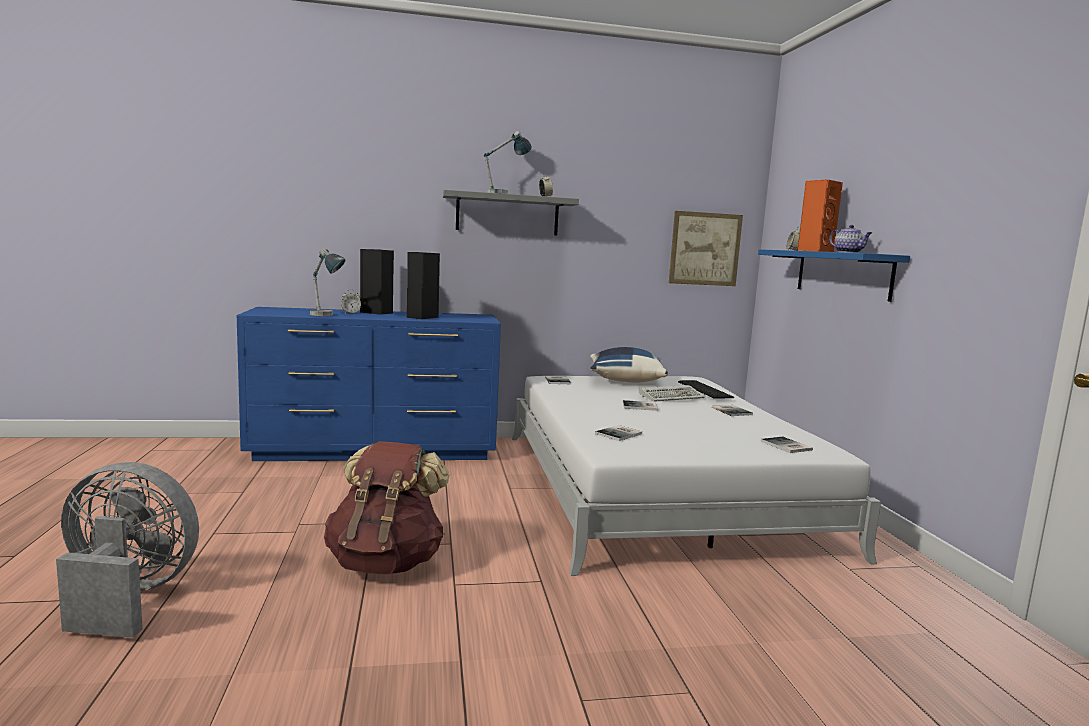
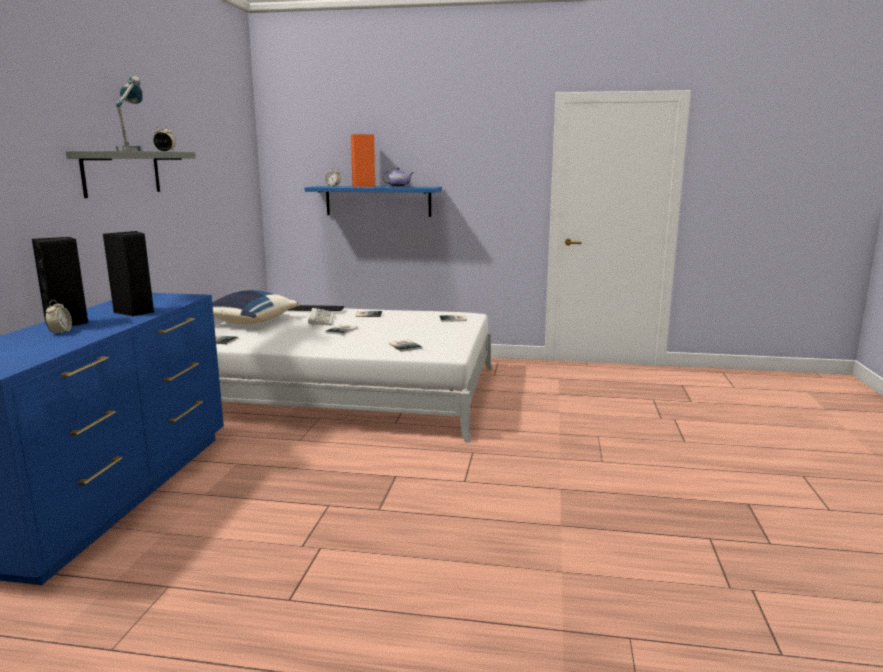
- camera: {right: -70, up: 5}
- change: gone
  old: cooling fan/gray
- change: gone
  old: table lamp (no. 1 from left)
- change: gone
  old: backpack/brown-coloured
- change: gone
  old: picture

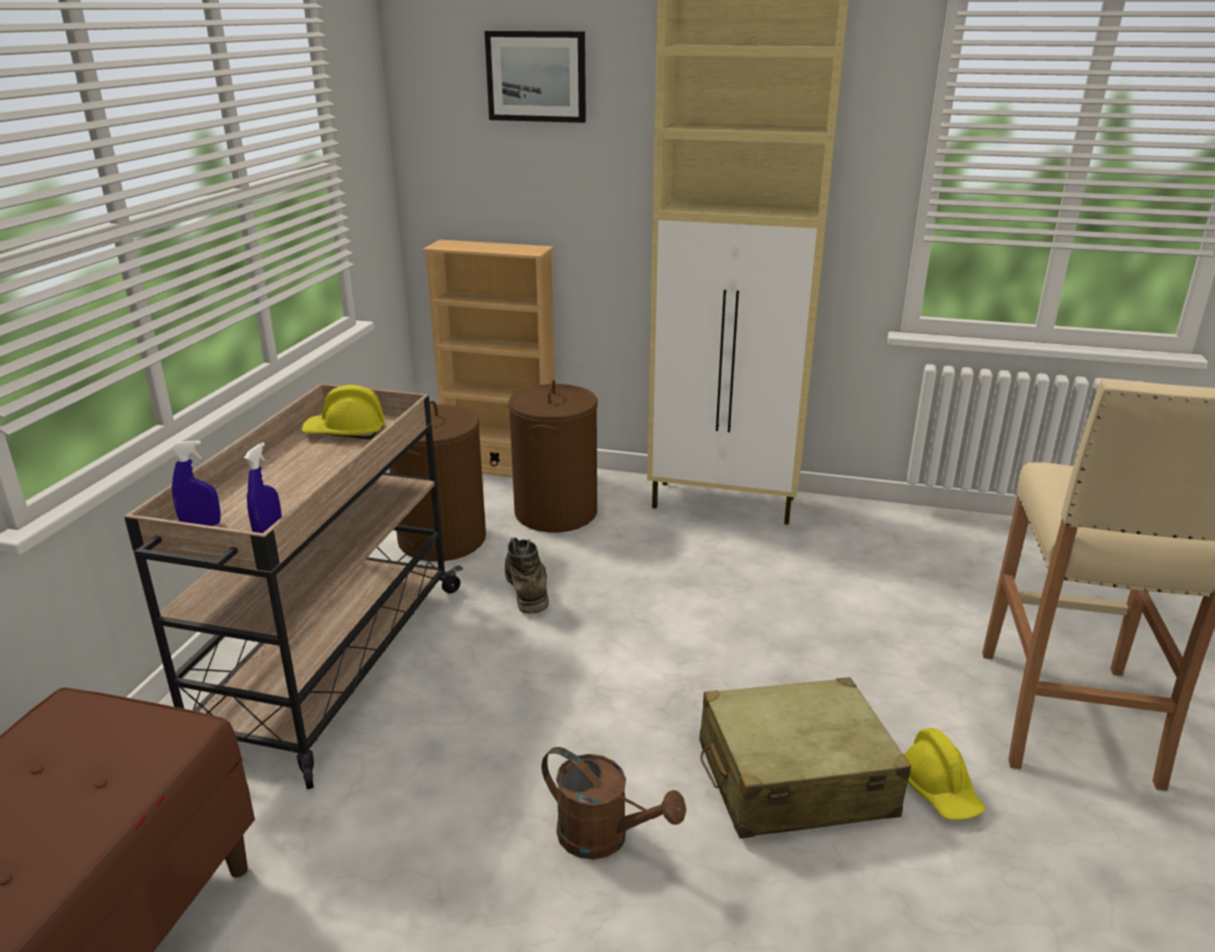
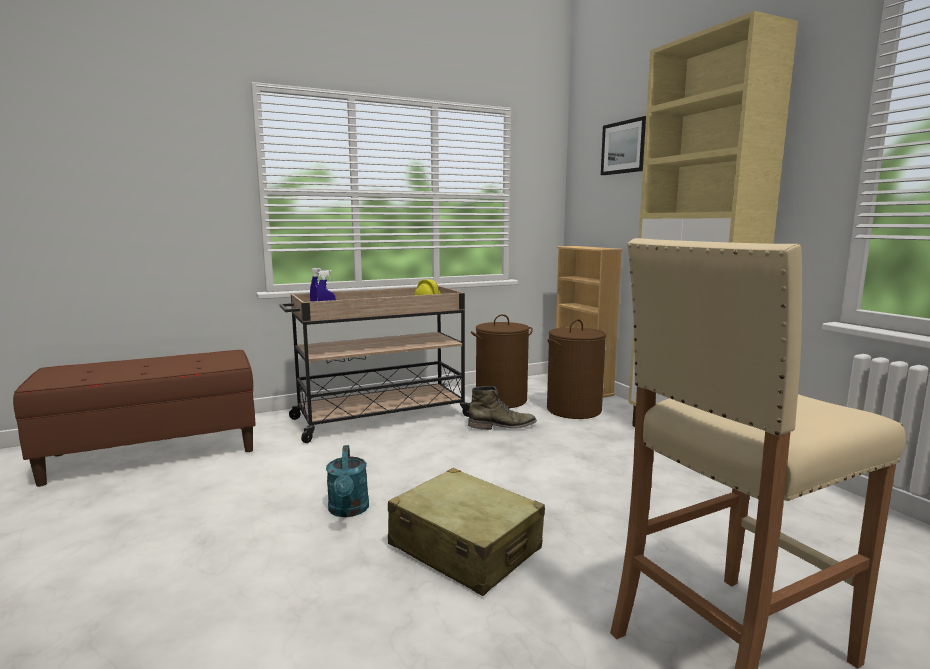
- camera: {right: 50, up: -15}
- change: rotated
  old: boot/green-coloured
  degrees: 45
- change: repainted
  old: watering can/brown-coloured
  new: watering can/turquoise-coloured
- change: gone
  old: safety helmet/yellow-coloured (no. 2 from left)

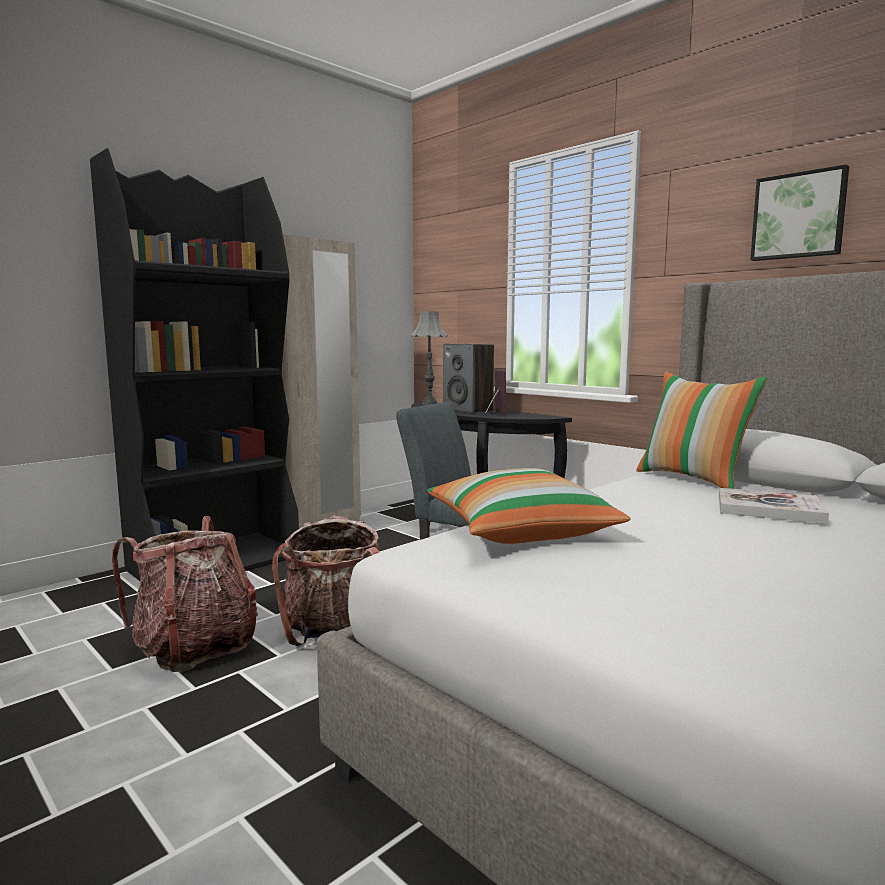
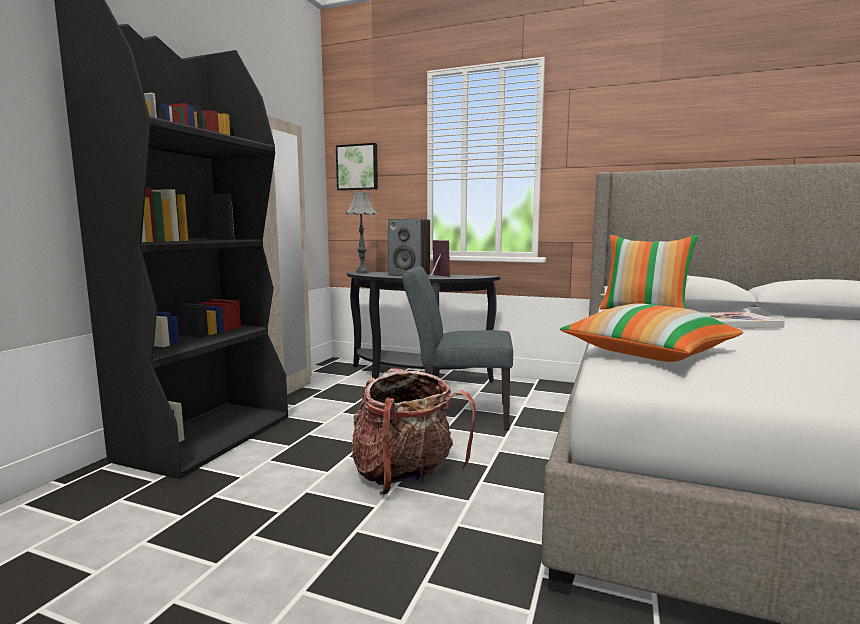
- camera: {right: -25, up: 0}
- change: gone
  old: backpack (no. 1 from left)
- change: shifted
  old: picture

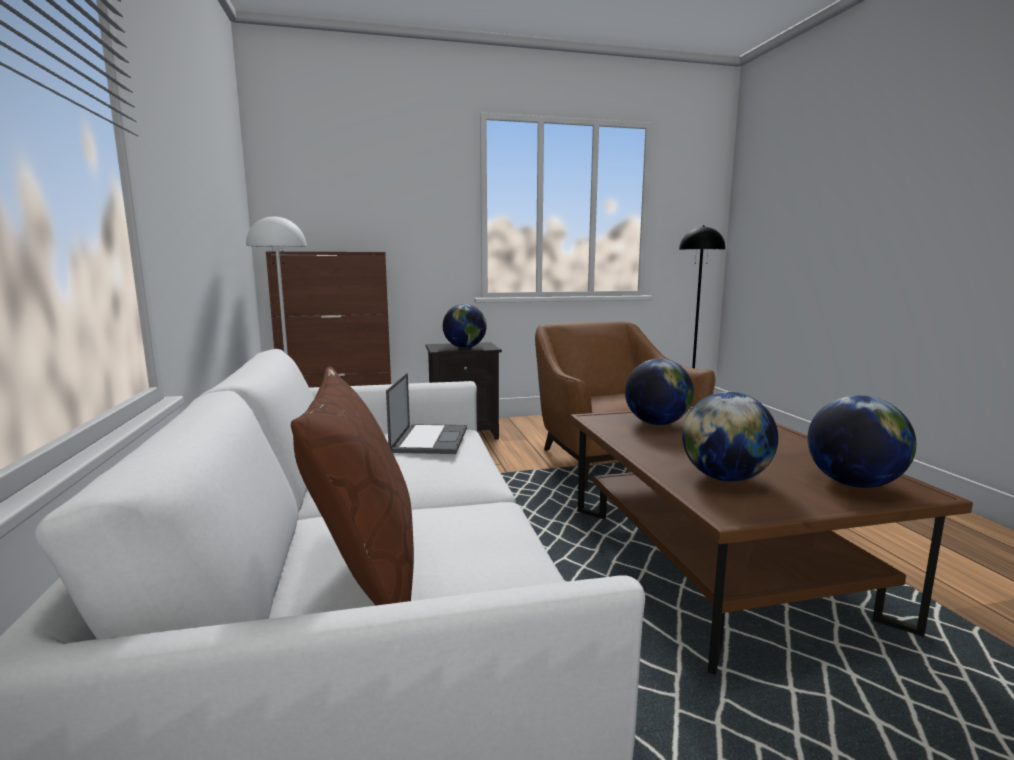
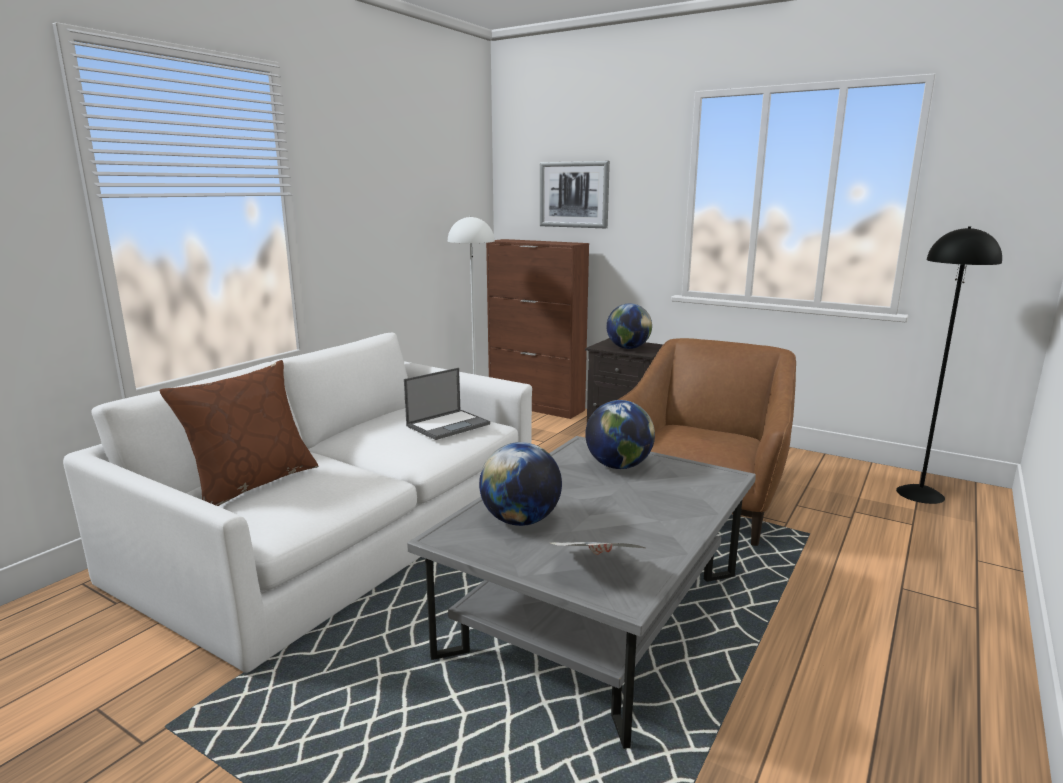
- camera: {right: 45, up: 5}
- change: repainted
  old: low table/brown-coloured
  new: low table/gray
- change: swapped
  old: globe (no. 4 from left)
  new: newspaper
- change: new
  new: picture

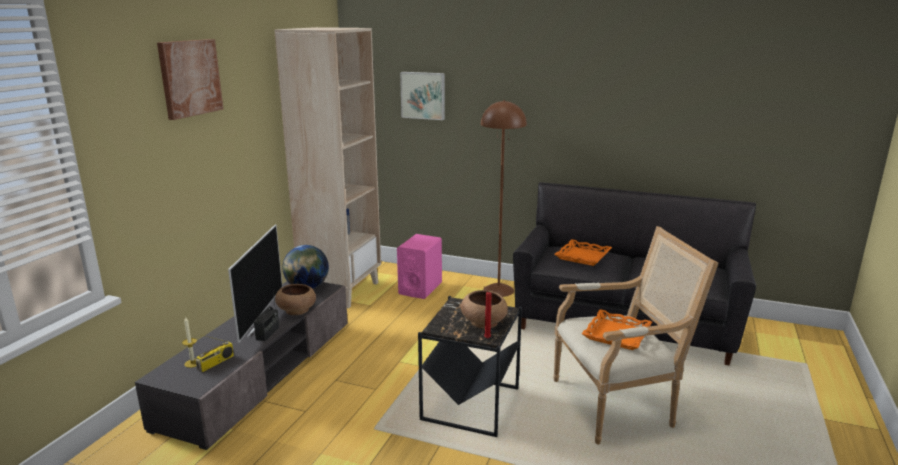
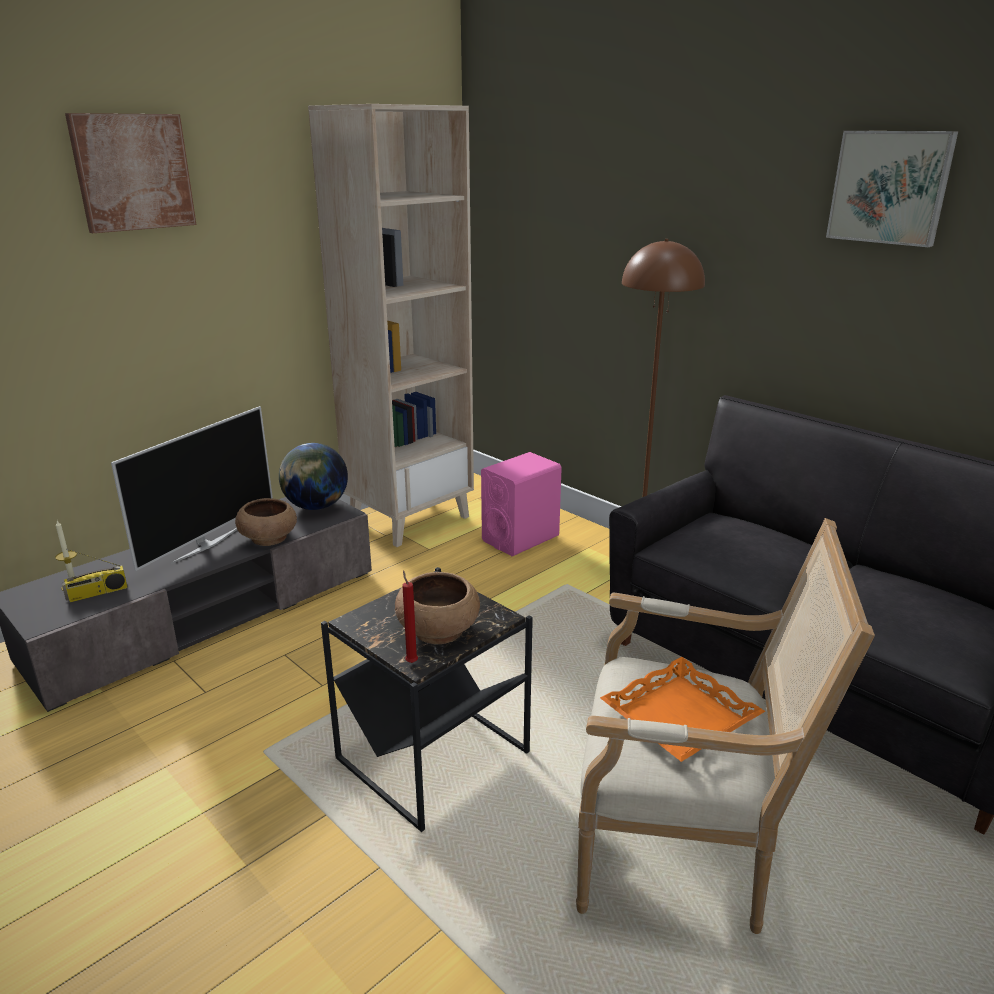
- camera: {right: 25, up: 5}
- change: gone
  old: radio (no. 2 from left)
- change: shifted
  old: picture (no. 2 from left)
- change: gone
  old: carrying tray/orange (no. 1 from left)

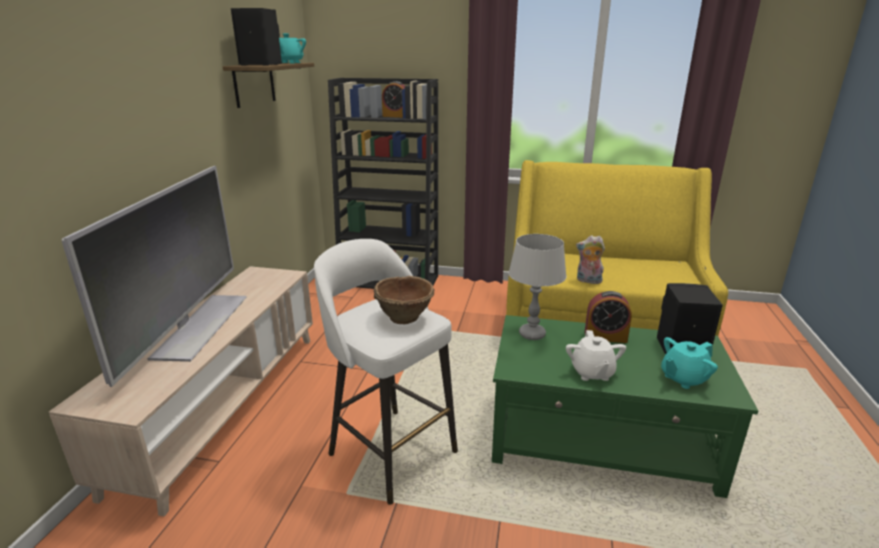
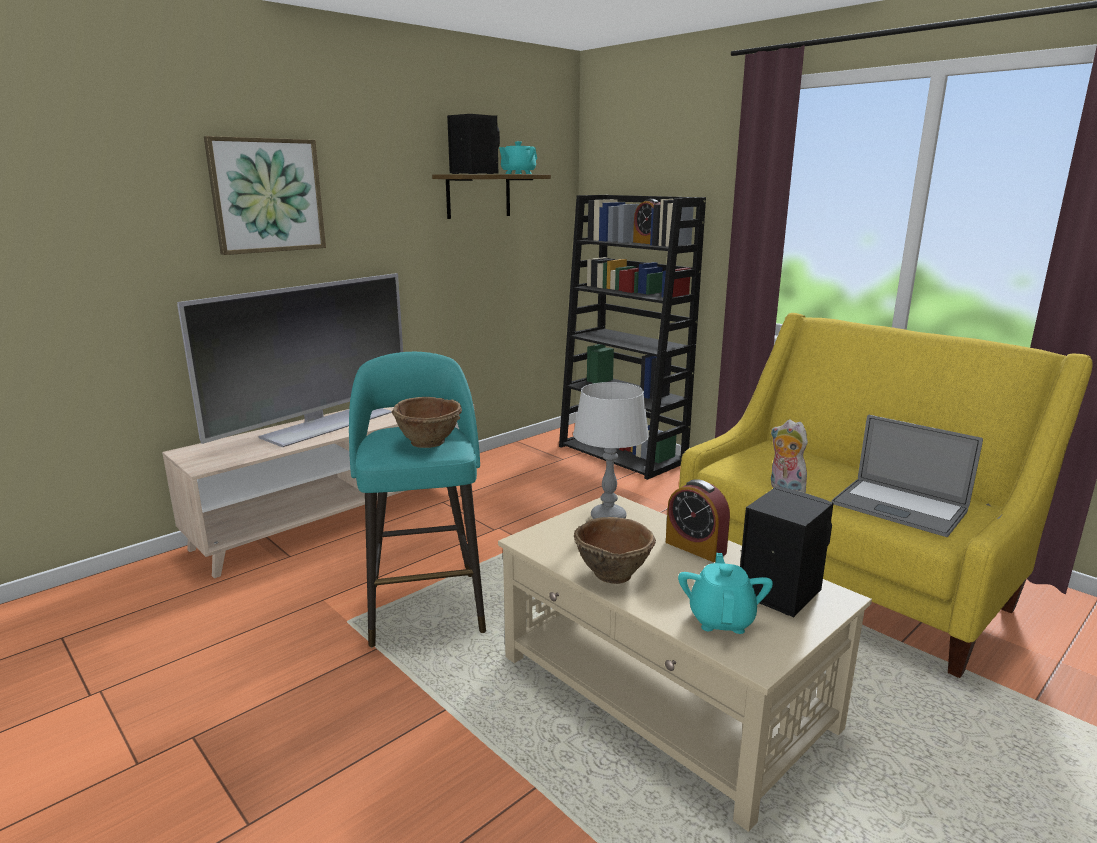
- camera: {right: 35, up: -5}
- change: repainted
  old: stool/white-coloured
  new: stool/turquoise-coloured
- change: repainted
  old: low table/green-coloured
  new: low table/beige-coloured
- change: swapped
  old: tea pot/white-coloured
  new: serving bowl/brown-coloured (no. 2 from left)
- change: rotated
  old: tea pot/turquoise-coloured (no. 2 from left)
  degrees: 90
- change: new
  new: picture
- change: new
  new: notebook computer

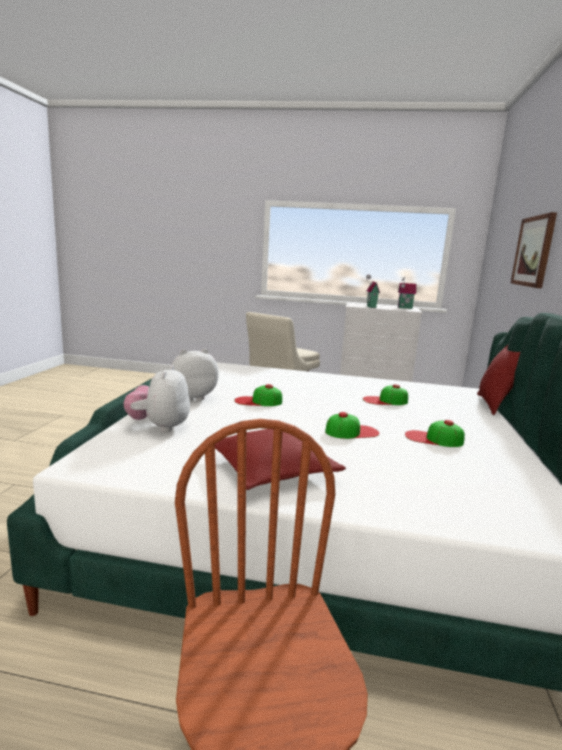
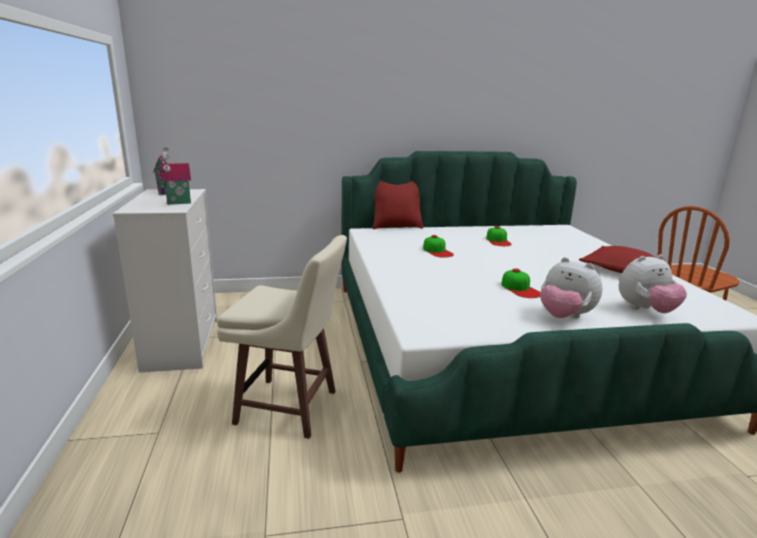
- camera: {right: -110, up: 5}
- change: gone
  old: peaked cap (no. 2 from left)
- change: gone
  old: picture

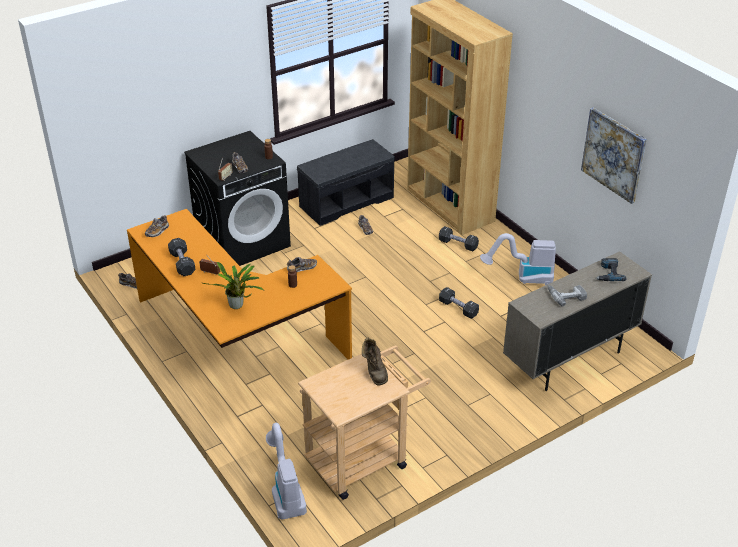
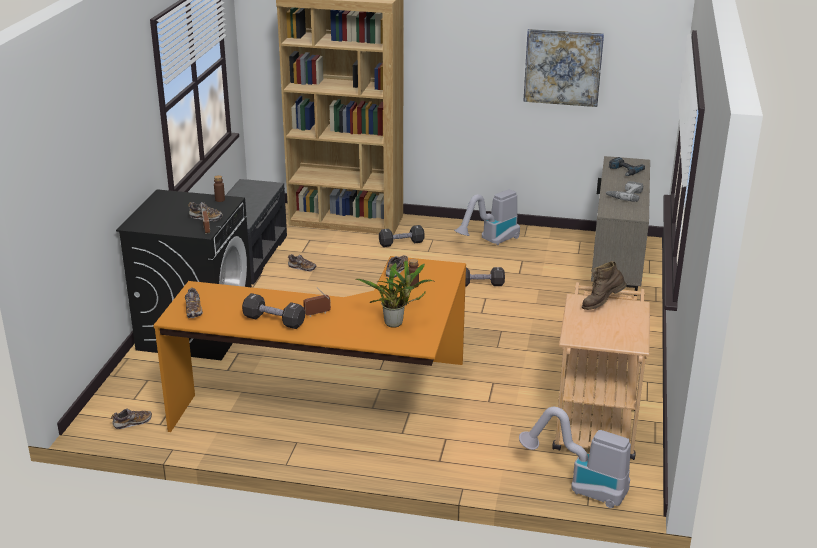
- camera: {right: -45, up: -10}
- change: rotated
  old: boot/brown-coloured
  degrees: 120

